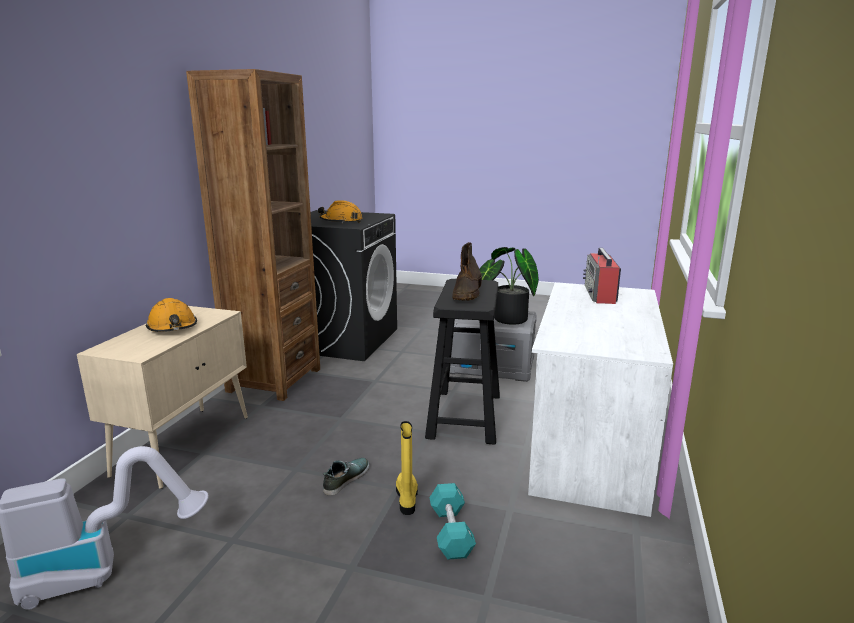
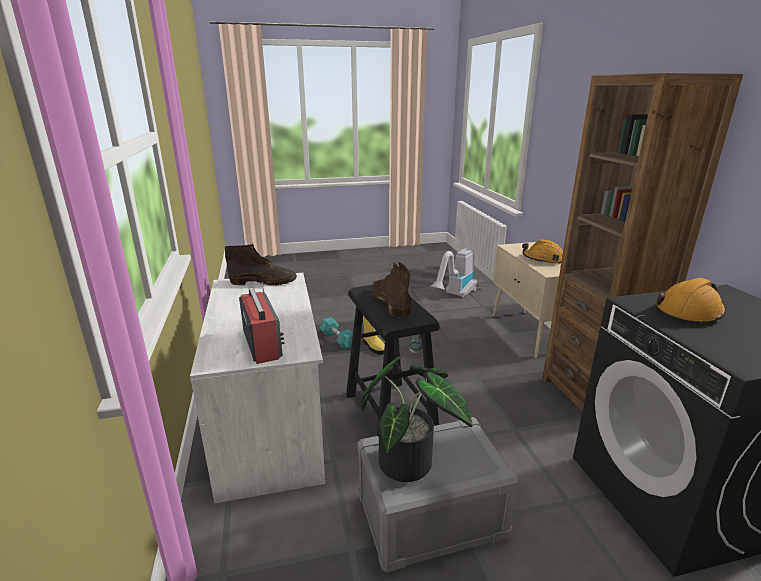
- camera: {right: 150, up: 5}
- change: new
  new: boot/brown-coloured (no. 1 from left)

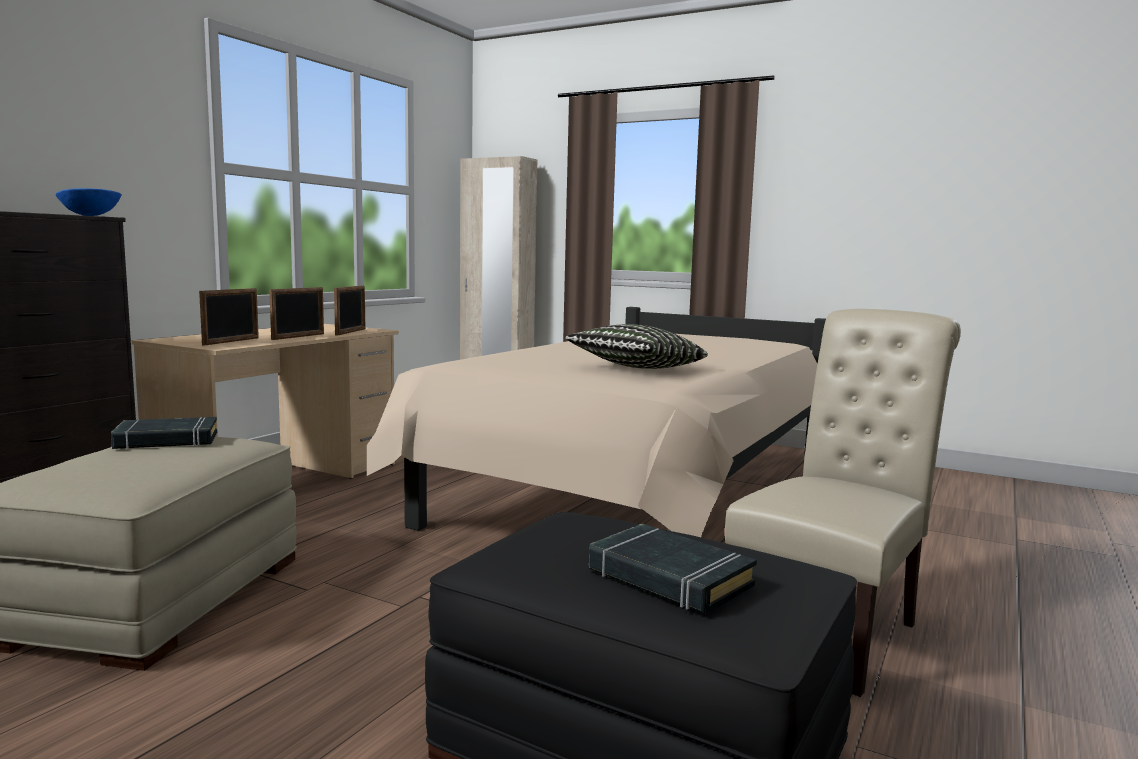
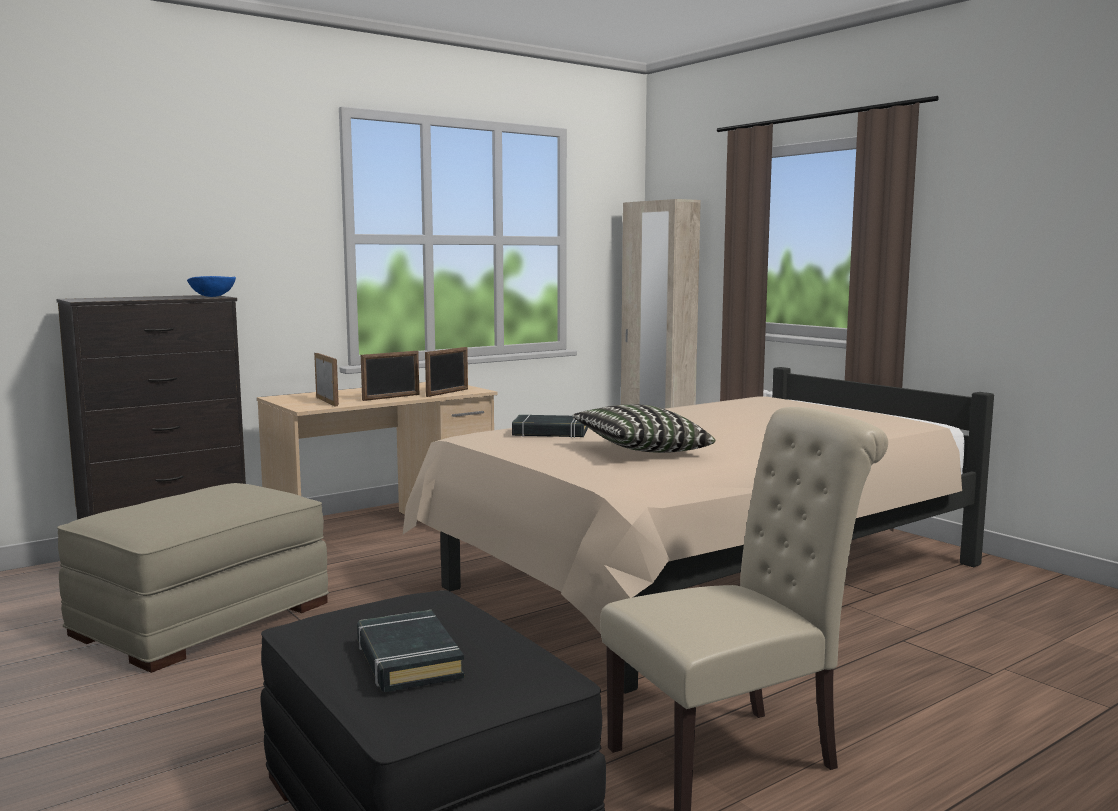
- camera: {right: 25, up: 0}
- change: shifted
  old: bound book/black-coloured (no. 1 from left in the first image)
  new: bound book/black-coloured (no. 2 from left)
- change: rotated
  old: picture frame (no. 1 from left)
  degrees: -75

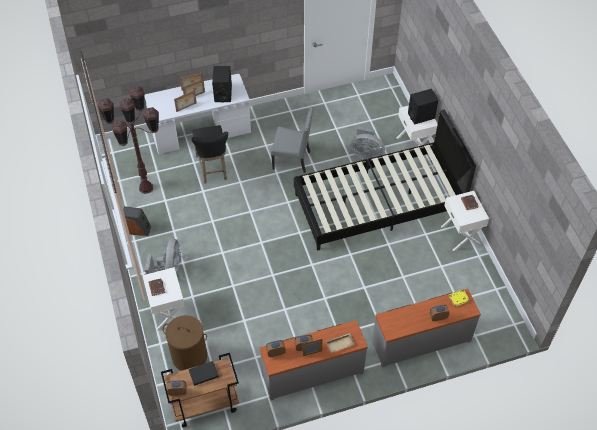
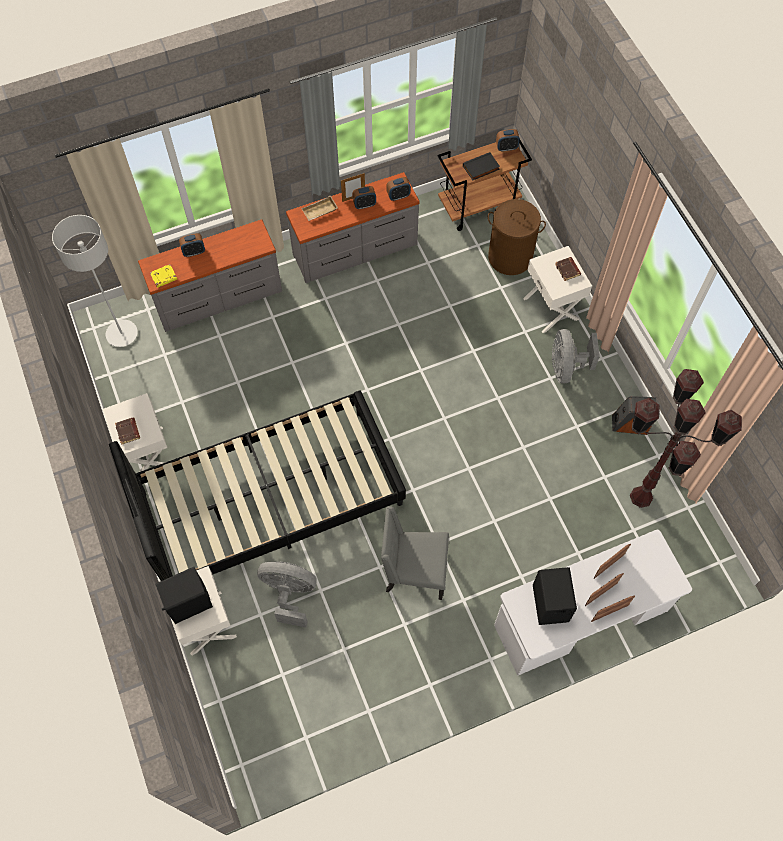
- camera: {right: 175, up: 10}
- change: gone
  old: stool/black-coloured
- change: new
  new: floor lamp/gray

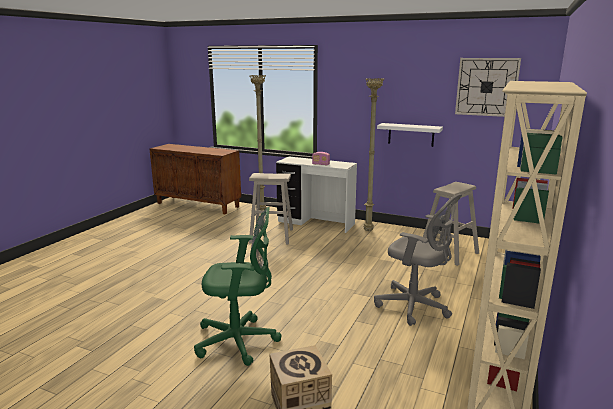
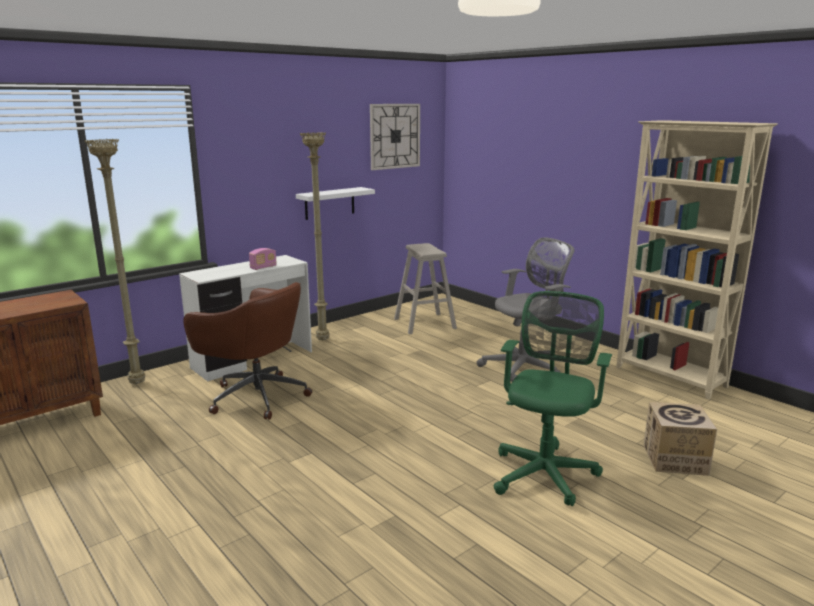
- camera: {right: -65, up: 0}
- change: swapped
  old: stool/beige-coloured (no. 1 from left)
  new: desk chair/brown-coloured

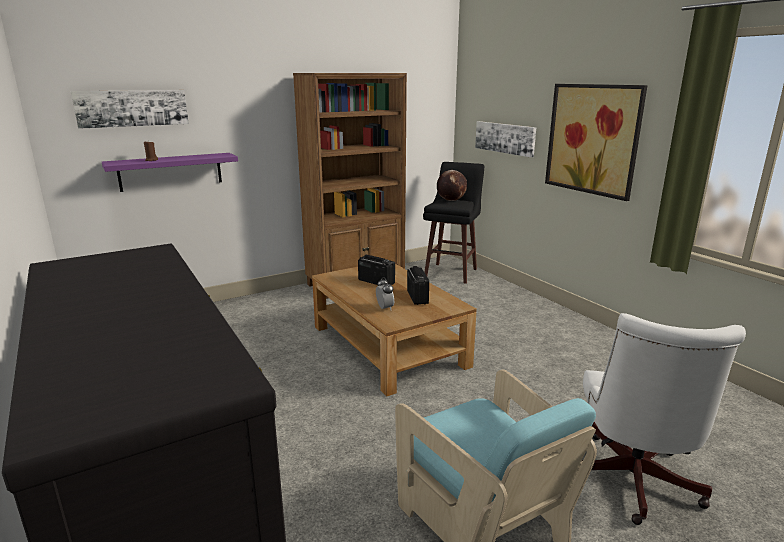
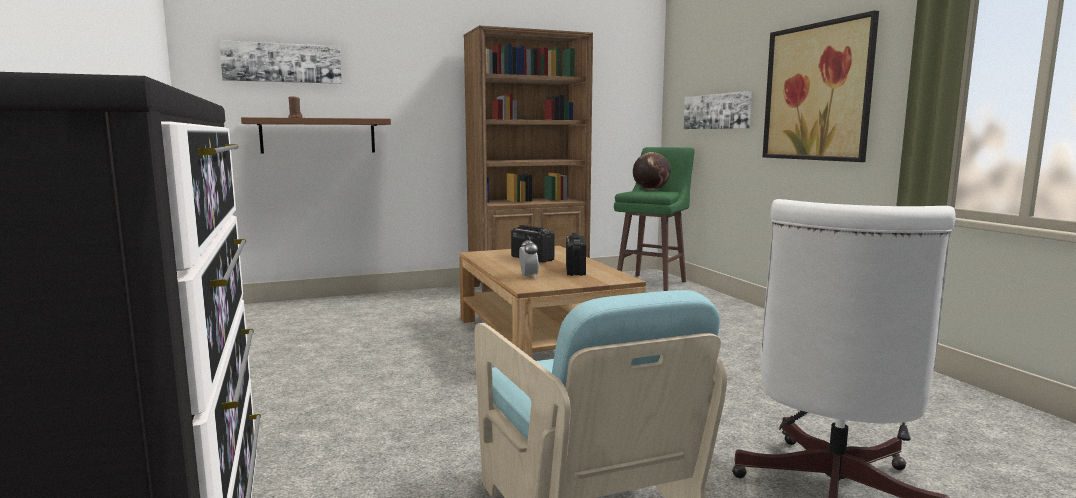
- camera: {right: 10, up: -10}
- change: repainted
  old: bracket shelf/purplish
  new: bracket shelf/brown-coloured
- change: repainted
  old: stool/black-coloured
  new: stool/green-coloured

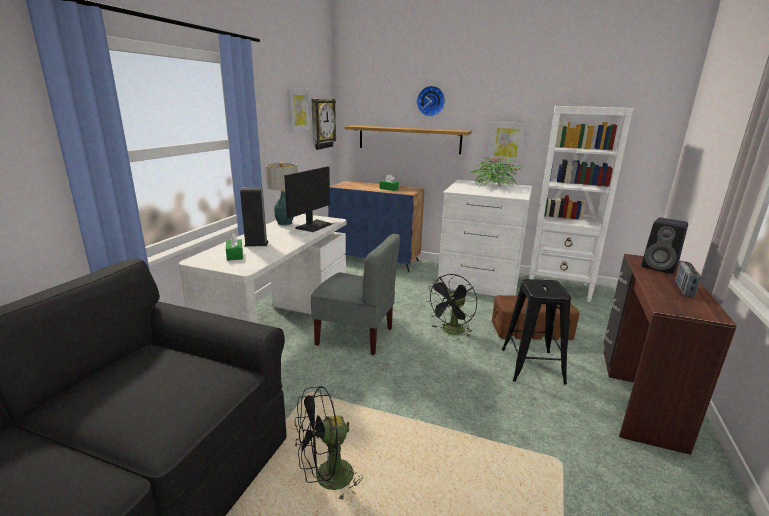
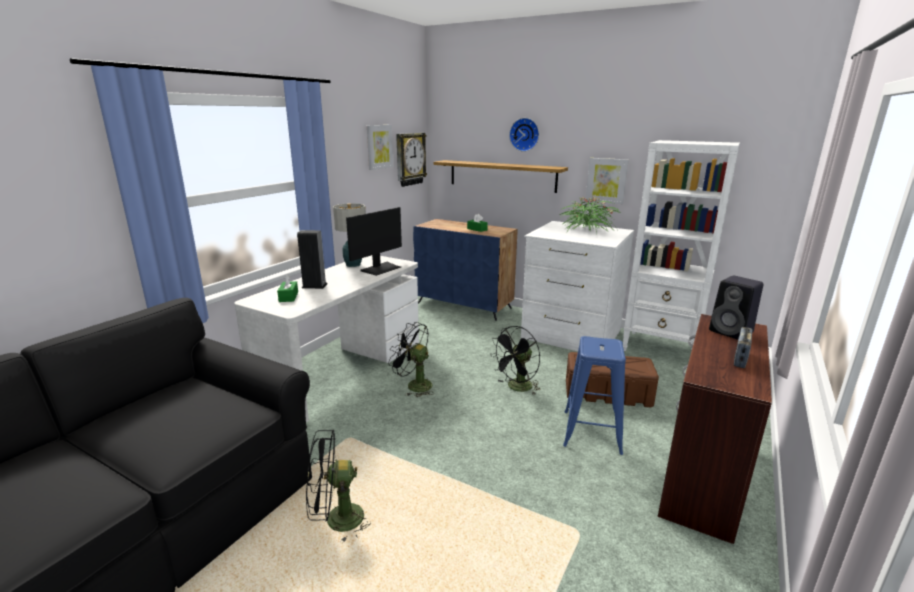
- camera: {right: 10, up: 0}
- change: swapped
  old: upright chair/gray
  new: cooling fan/black-coloured (no. 2 from left)
- change: repainted
  old: stool/black-coloured
  new: stool/bluish

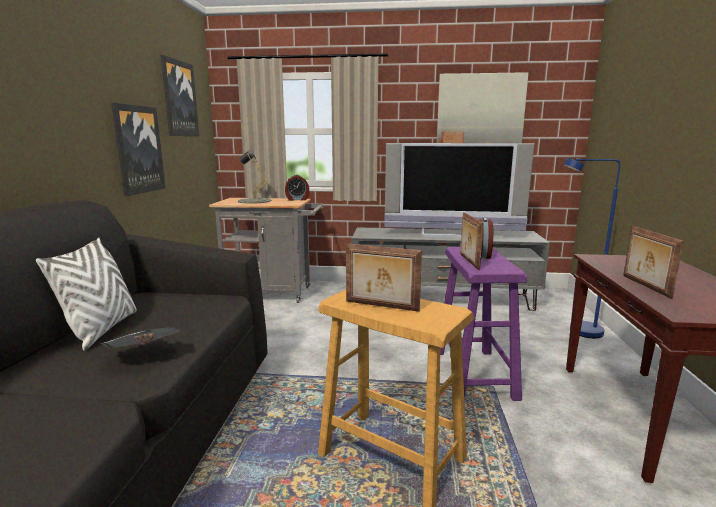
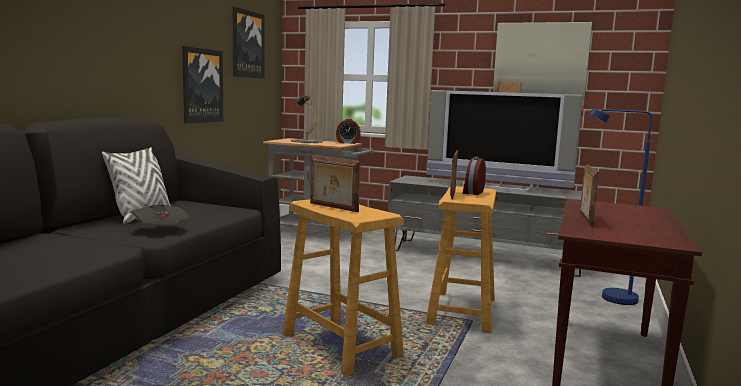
- camera: {right: 15, up: -5}
- change: repainted
  old: stool/purplish
  new: stool/beige-coloured (no. 2 from left)

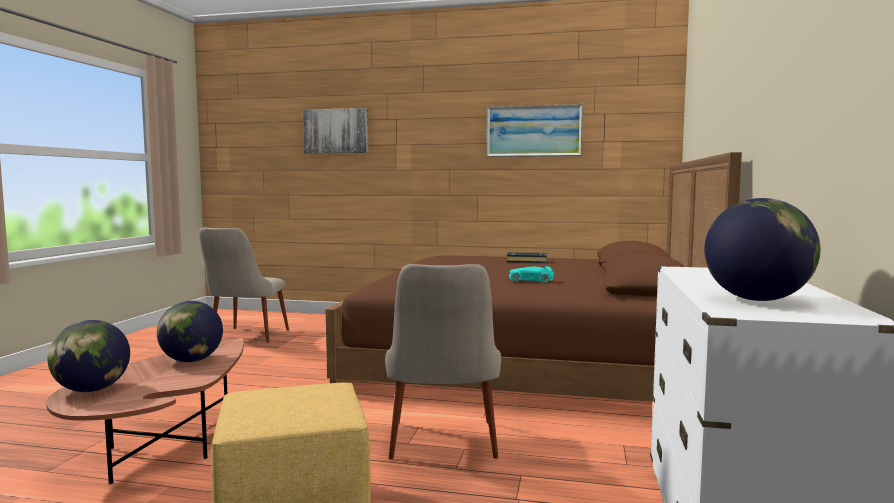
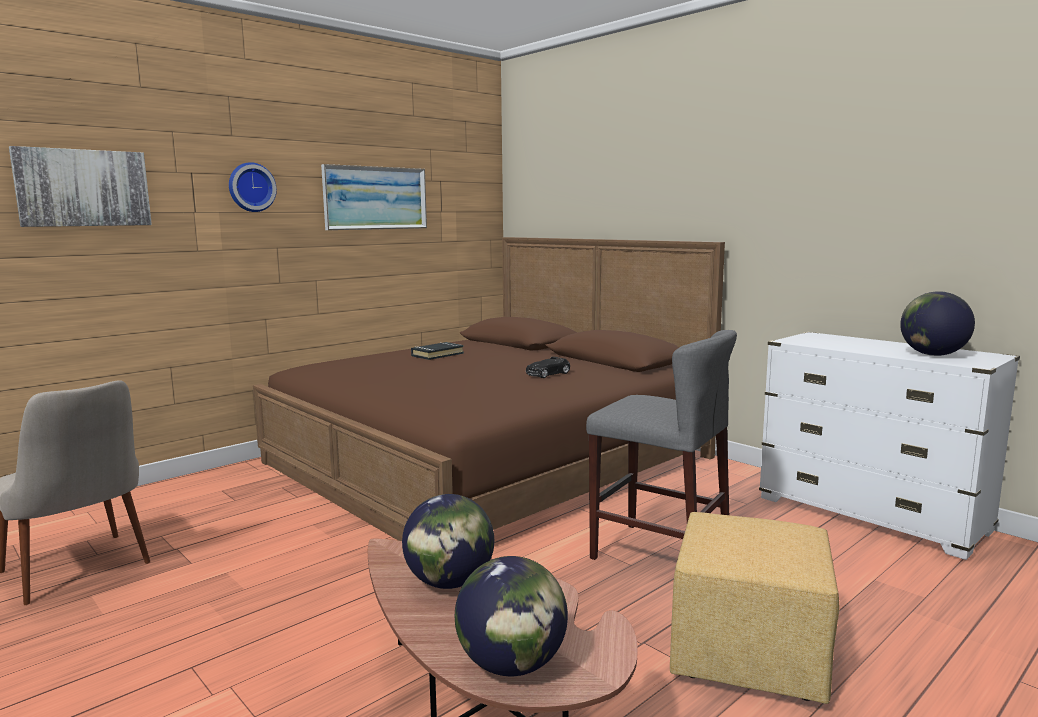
- camera: {right: -55, up: 5}
- change: swapped
  old: upright chair/beige-coloured (no. 2 from left)
  new: stool/gray
- change: repainted
  old: miniature car/turquoise-coloured
  new: miniature car/black-coloured
- change: new
  new: clock on the wall

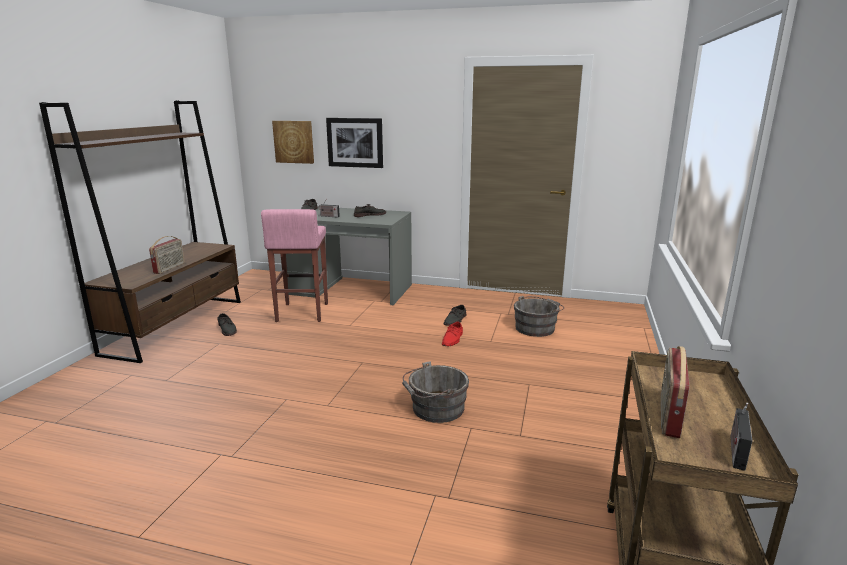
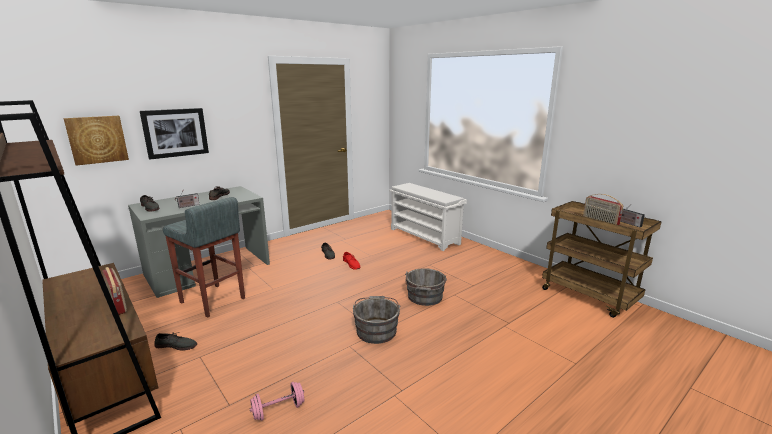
- camera: {right: -55, up: 0}
- change: repainted
  old: stool/pink-coloured
  new: stool/gray
- change: shifted
  old: bucket/gray (no. 2 from left in the first image)
  new: bucket/gray (no. 1 from left)
- change: new
  new: free weight/pink-coloured
- change: new
  new: shoe stand/white-coloured

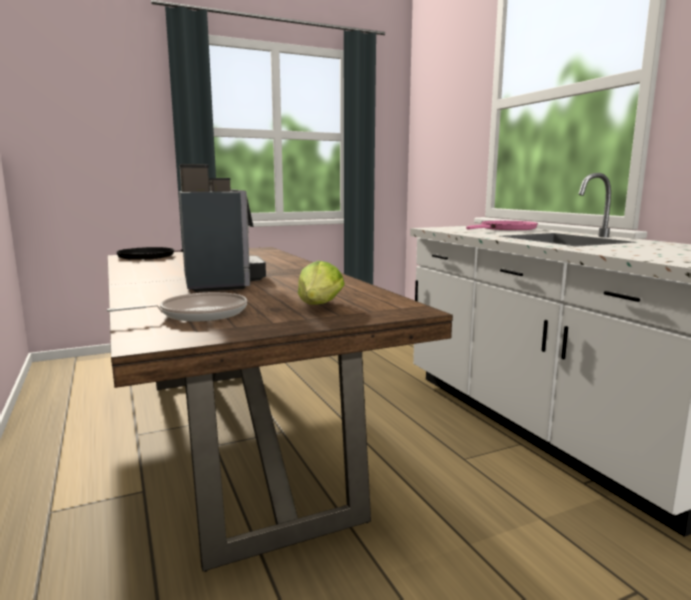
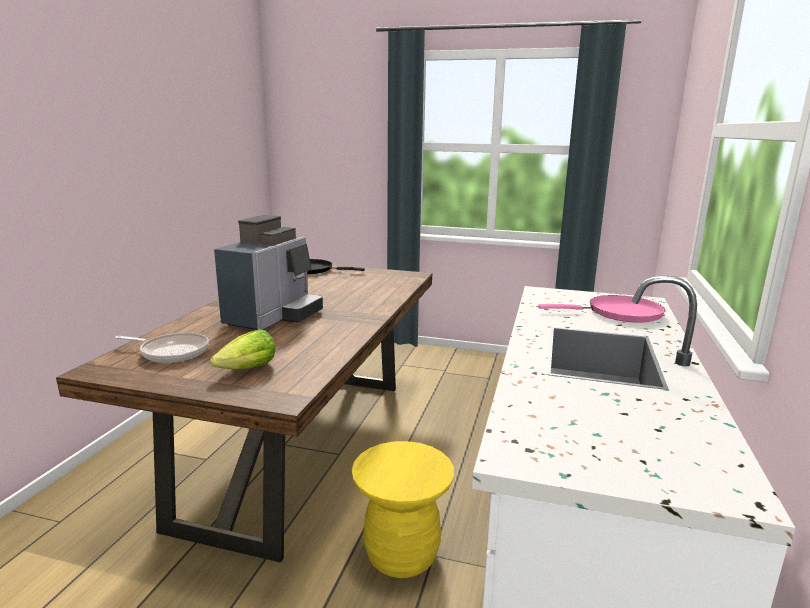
- camera: {right: 40, up: 5}
- change: new
  new: stool/yellow-coloured

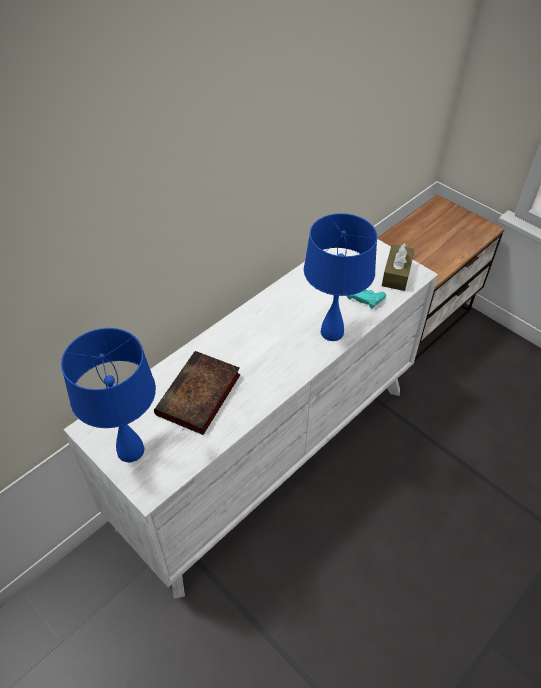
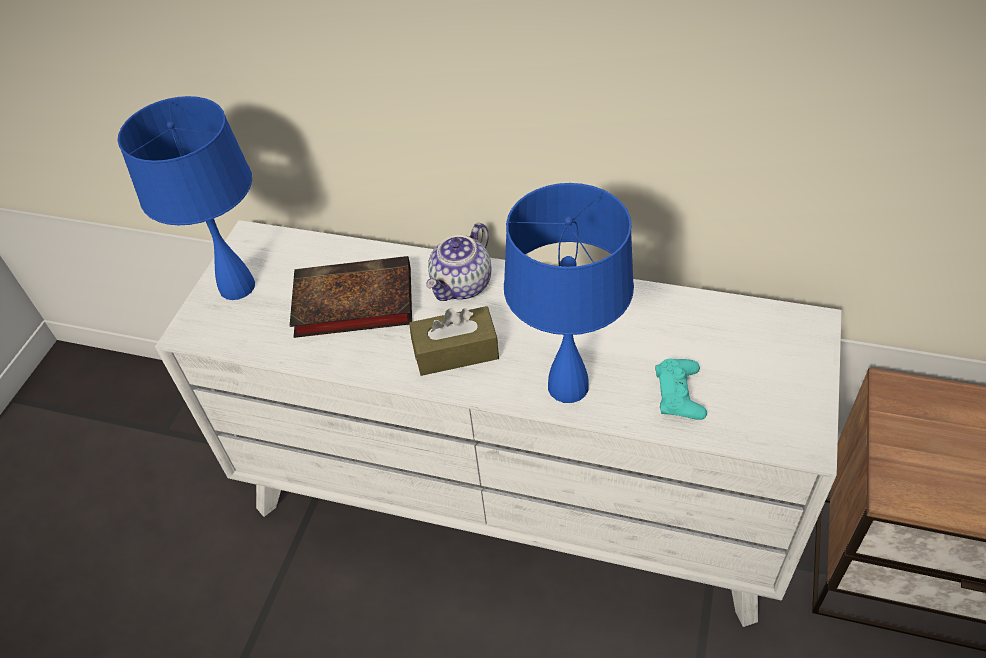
- camera: {right: 65, up: 0}
- change: shifted
  old: box of tissues/brown-coloured
- change: new
  new: tea pot

